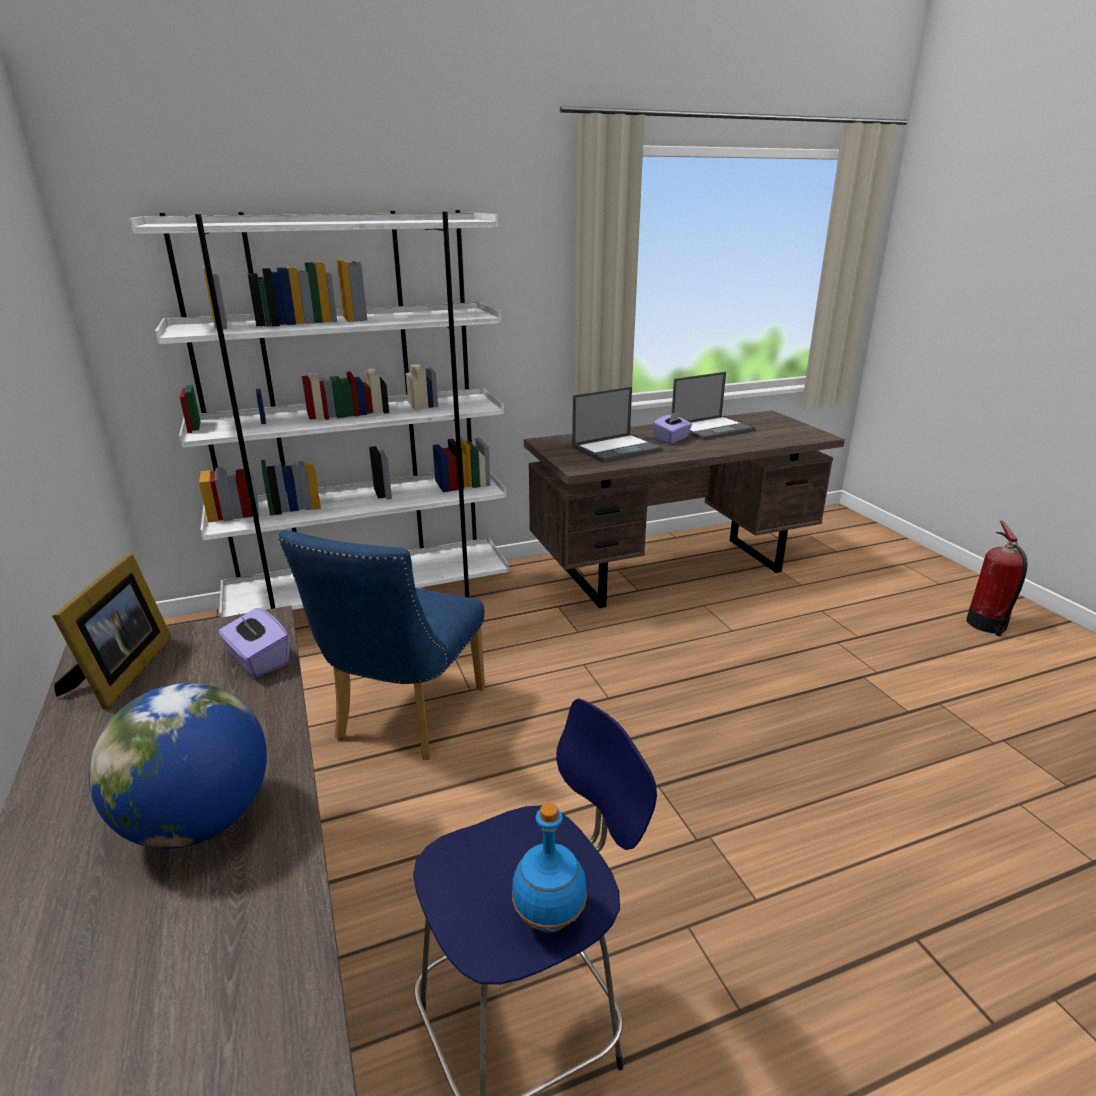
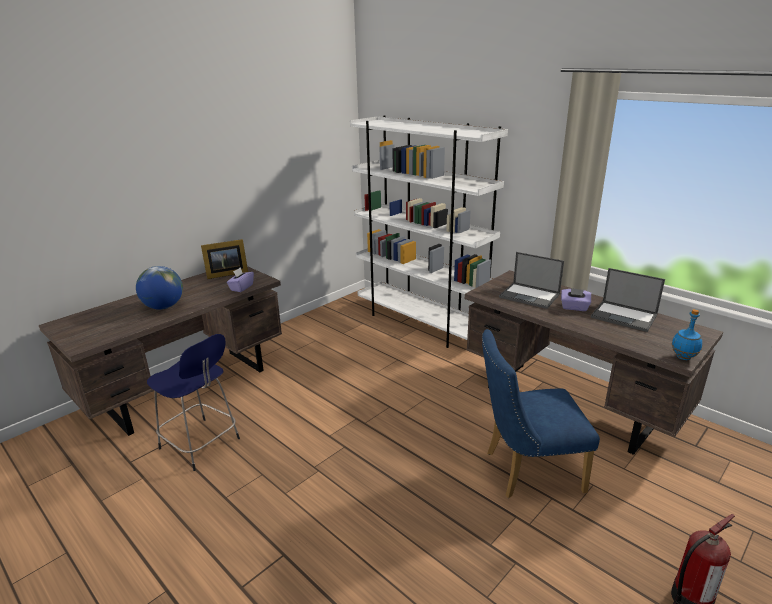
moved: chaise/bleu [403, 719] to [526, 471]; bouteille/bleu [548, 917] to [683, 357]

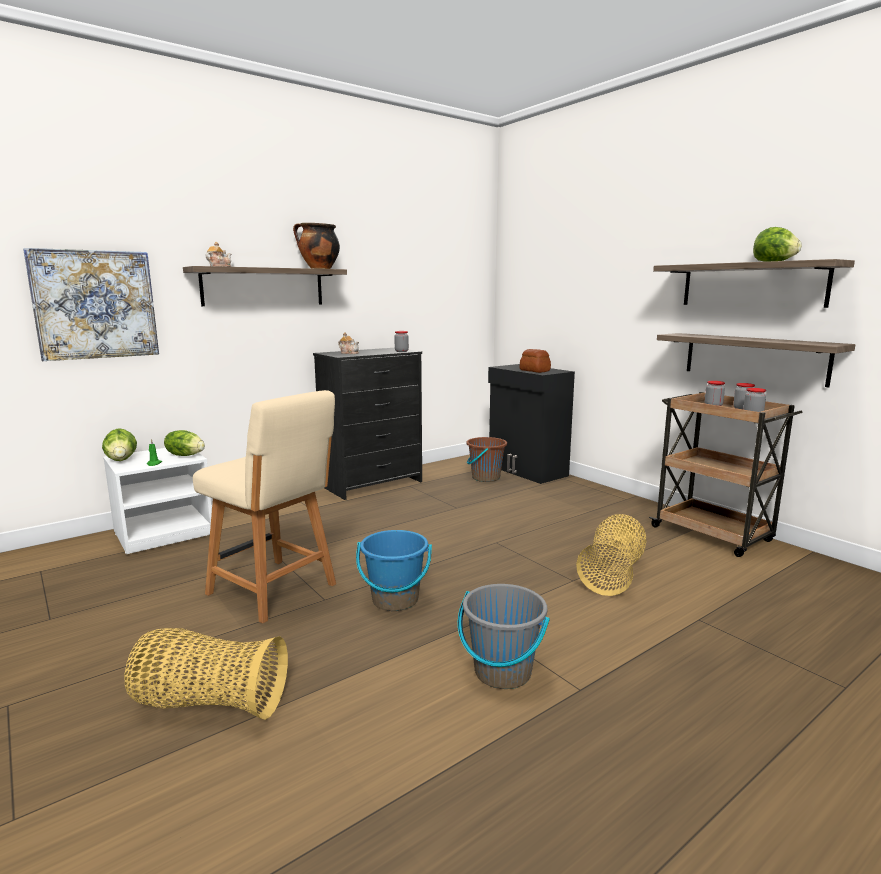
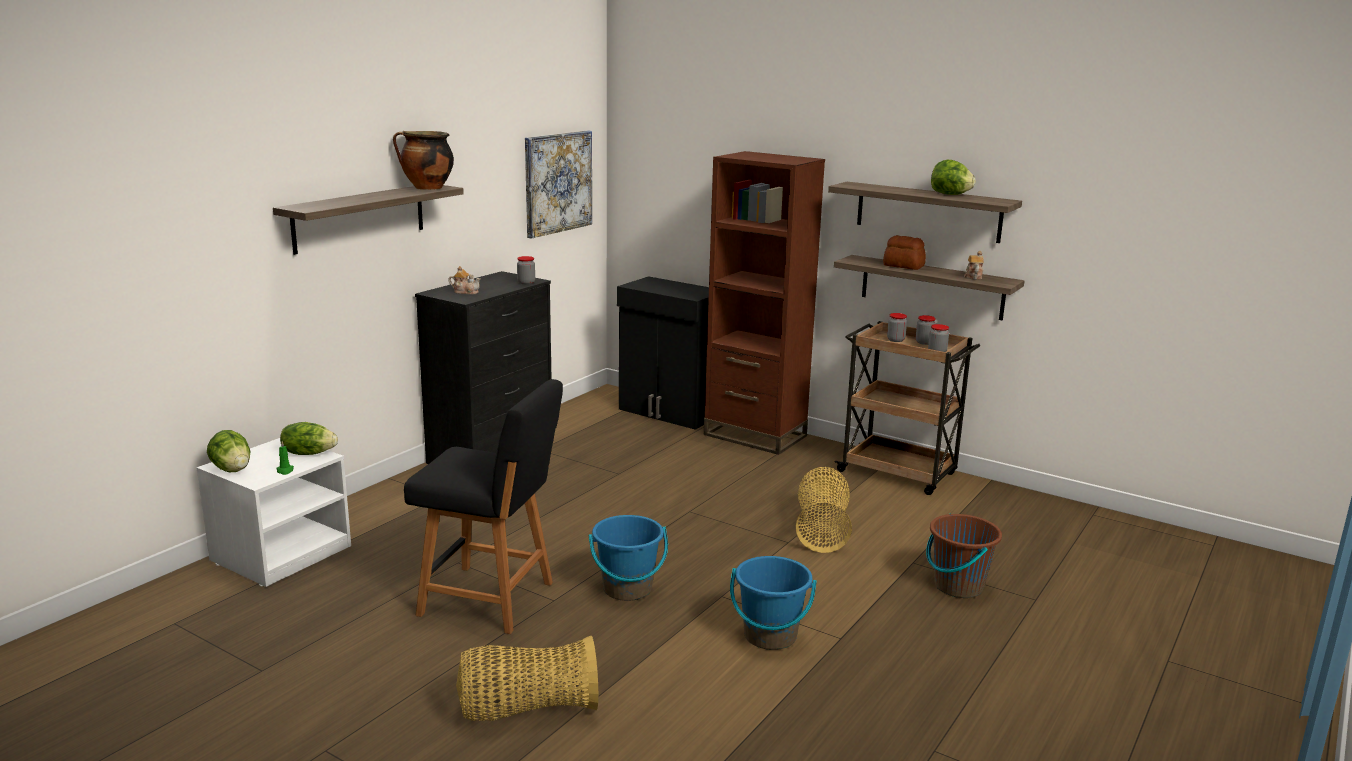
added: bibliothèque/marron [755, 435]
moved: tableau [95, 304] to [558, 182]; pain [534, 371] to [903, 266]; seau/marron [485, 478] to [958, 586]; théière [219, 267] to [973, 276]
recoloured: chaise/beige [274, 590] to chaise/noir [491, 600]; seau/gris [502, 672] to seau/bleu [770, 636]

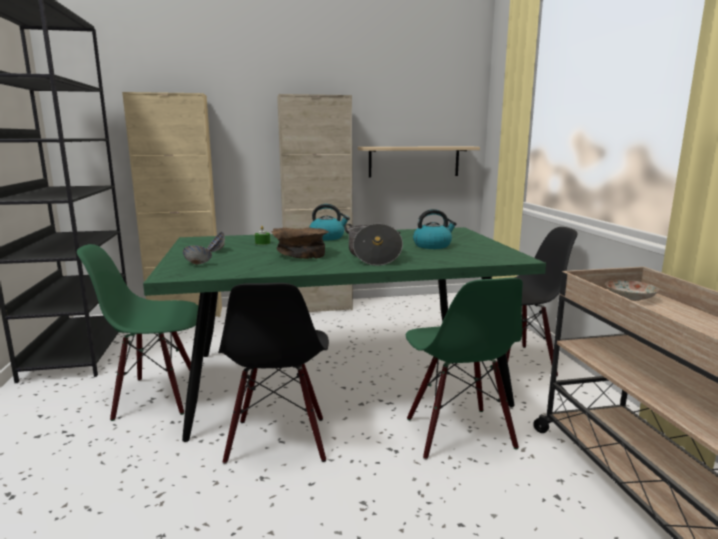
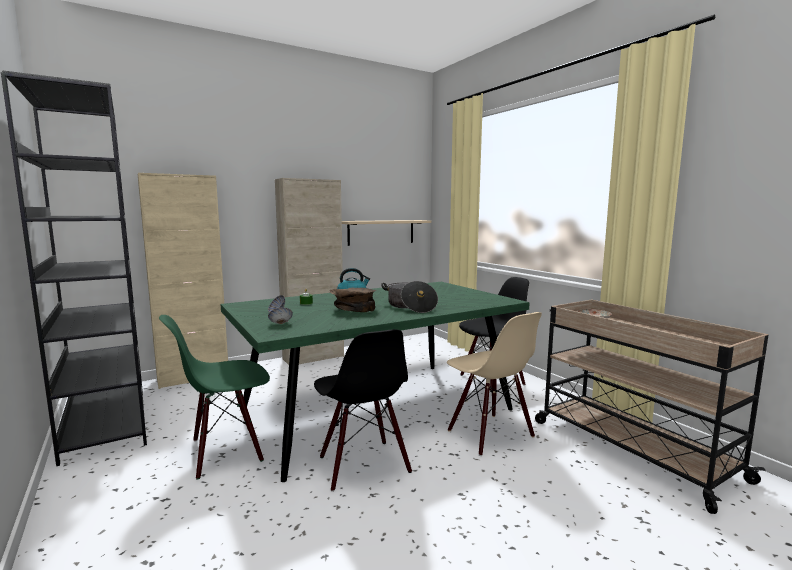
removed: bouilloire [432, 245]
recoloured: chaise/vert [458, 433] to chaise/beige [489, 434]

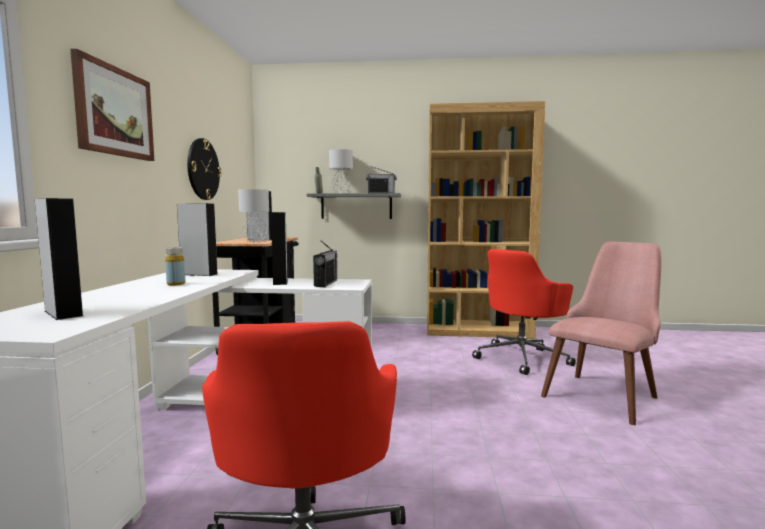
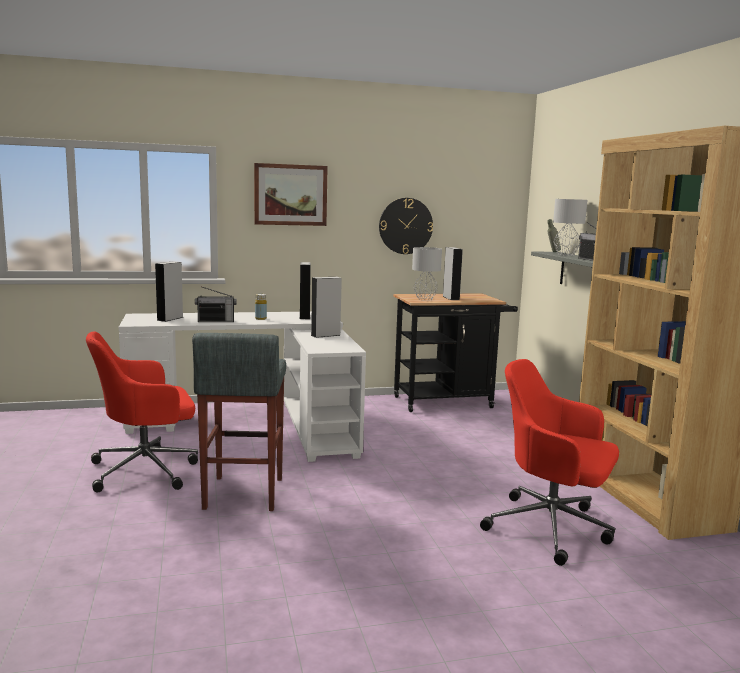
removed: chaise/rose [605, 392]
added: tabouret/gris [242, 494]
moved: radio [326, 283] to [216, 321]

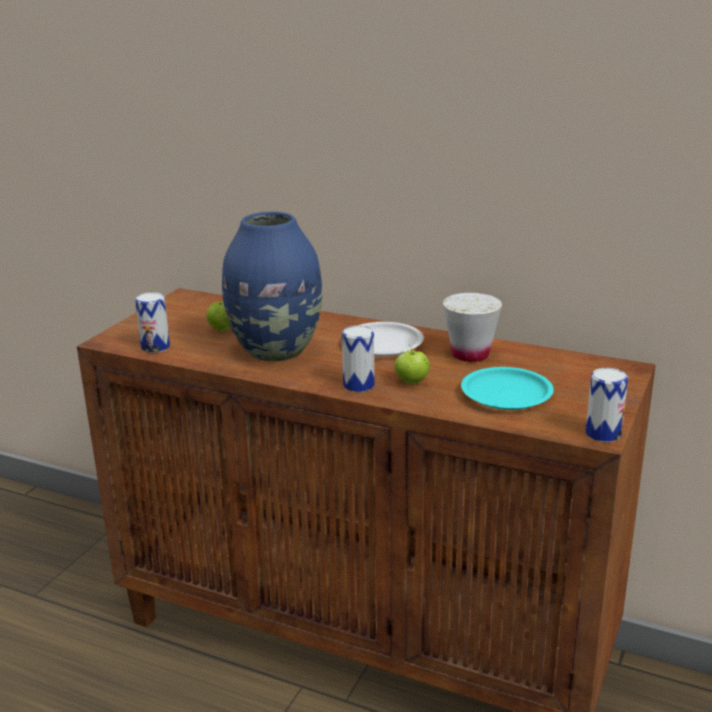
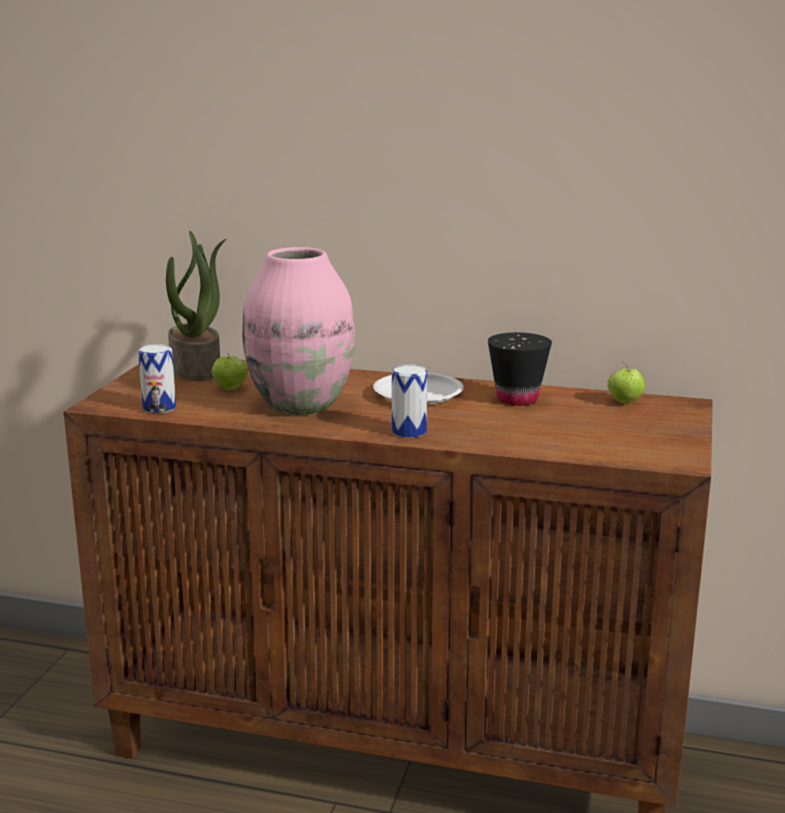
removed: assiette/turquoise [506, 394]; boîte métallique [603, 433]
added: plante en pot [197, 370]
moved: pomme [411, 382] to [625, 402]
recoloured: vase/bleu [277, 350] to vase/rose [302, 405]; tasse/blanc [470, 354] to tasse/noir [517, 399]

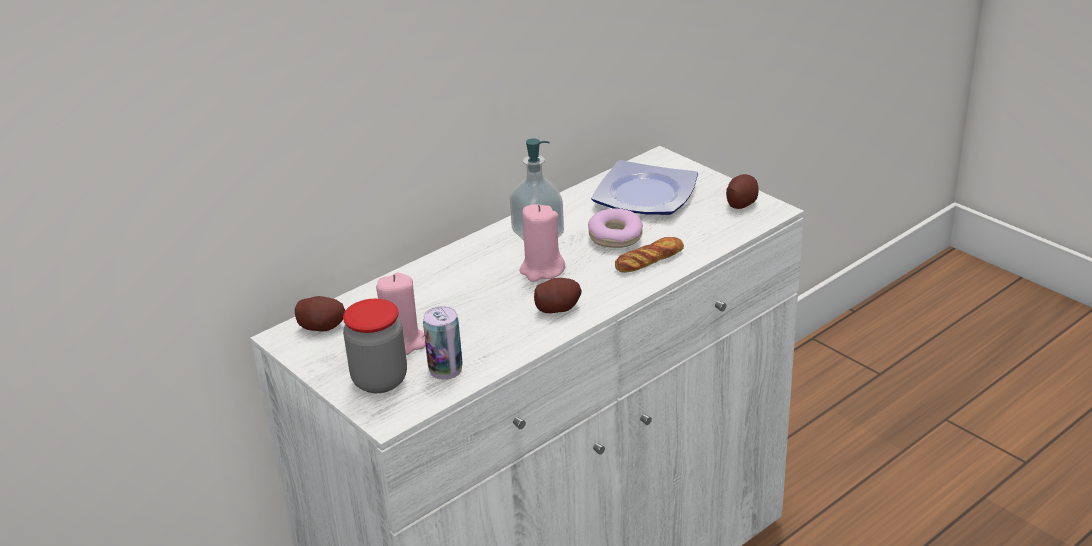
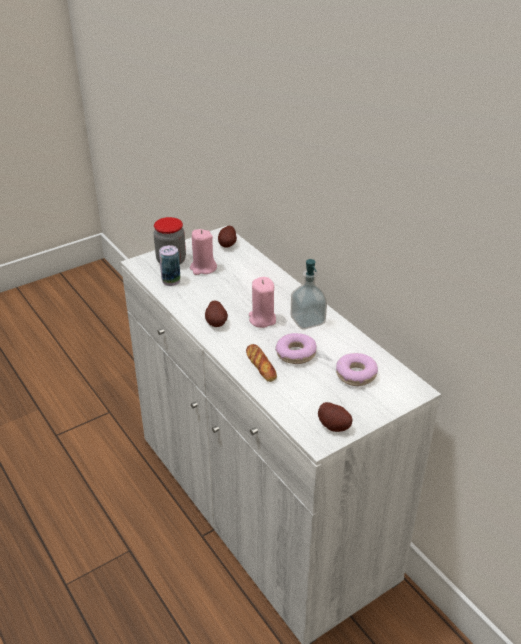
replaced: assiette [644, 194] to beignet [356, 374]

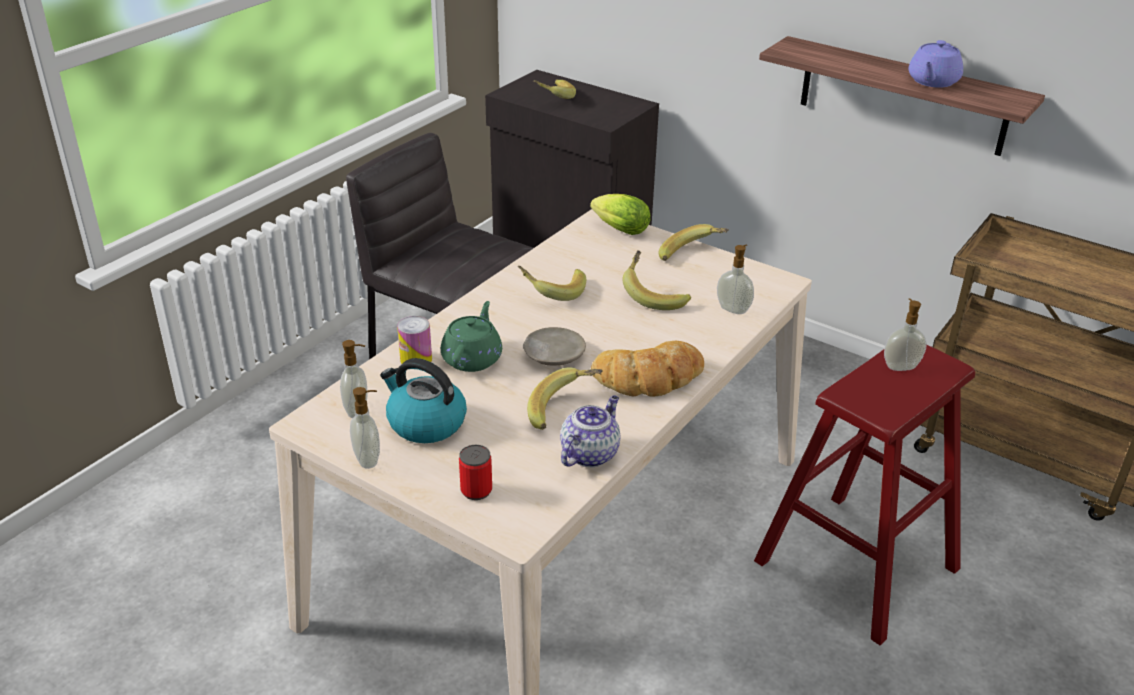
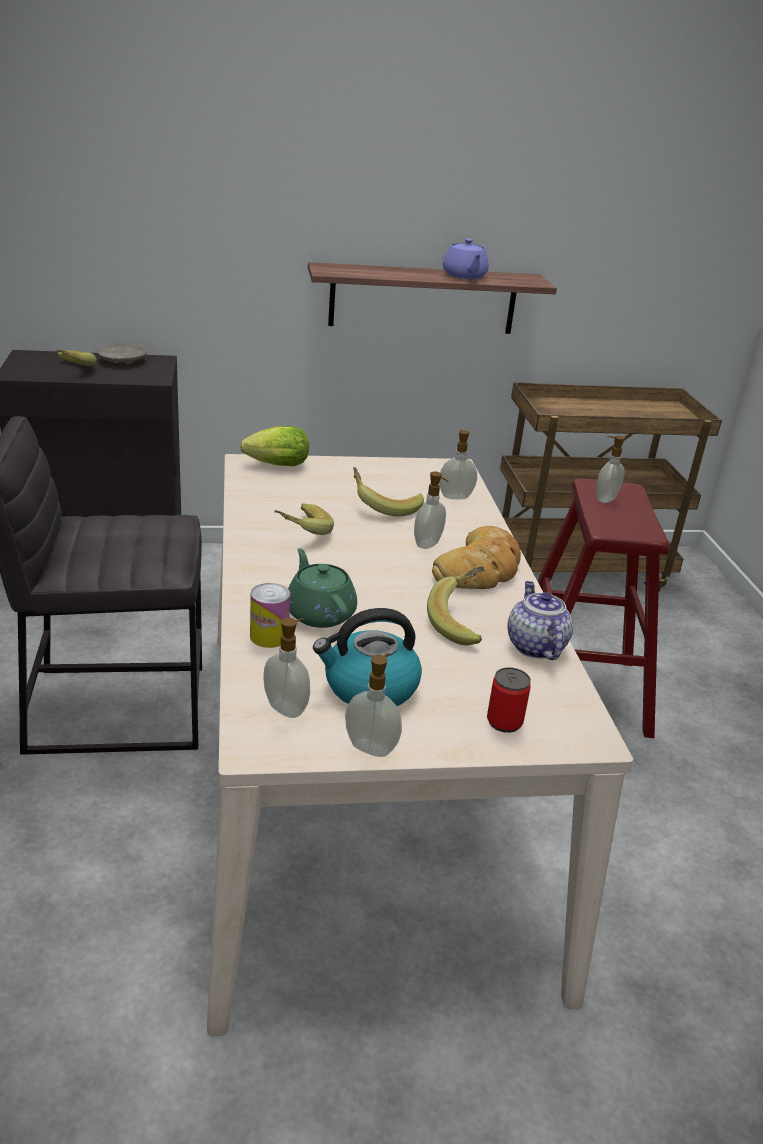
removed: banane [692, 256]
added: distributeur de savon [428, 544]
moved: assiette/beige [553, 355] to [122, 361]

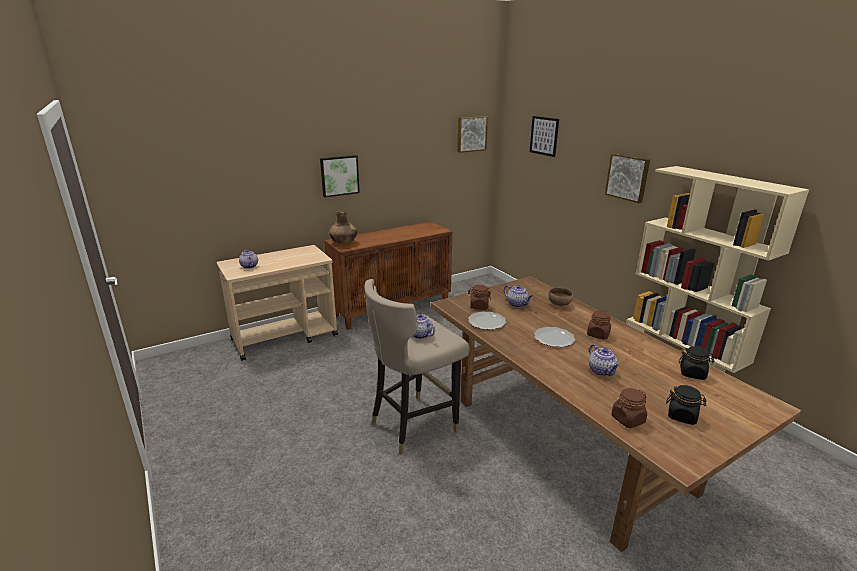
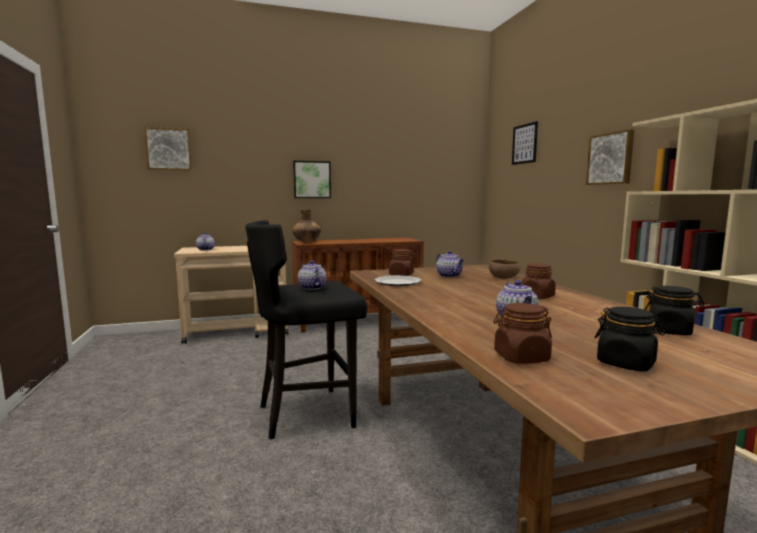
removed: assiette [554, 338]
moved: tableau [471, 133] to [169, 149]
recoloured: tabouret/beige [414, 424] to tabouret/noir [308, 413]

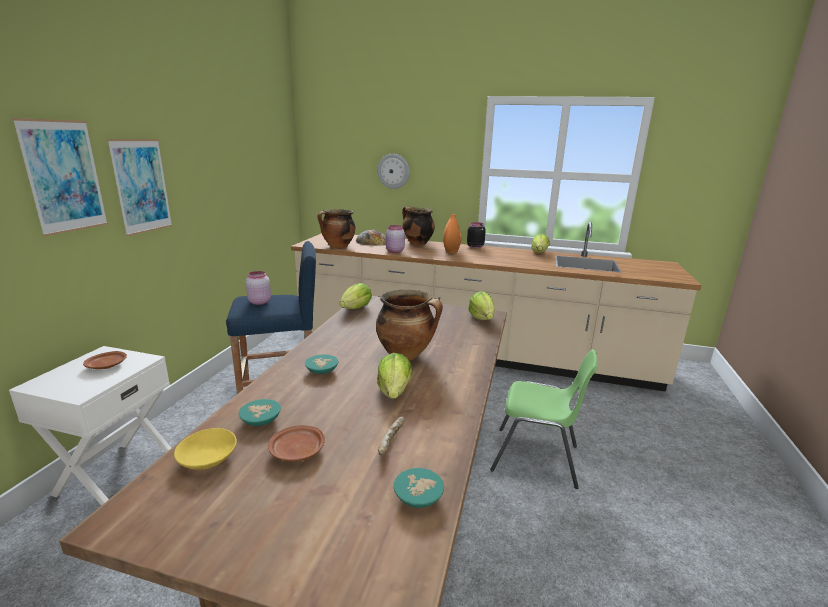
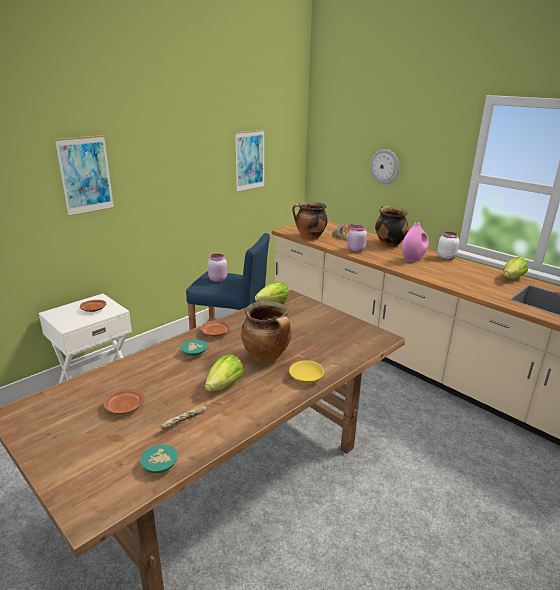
removed: bol/turquoise [259, 420]; laitue [482, 318]; chaise/vert [537, 458]
added: assiette/marron [215, 333]
moved: tableau [141, 186] to [249, 160]; bol/jaune [207, 458] to [306, 378]
recoloured: vase/orange [451, 251] to vase/rose [413, 259]; bocal/noir [475, 246] to bocal/blanc [446, 257]

